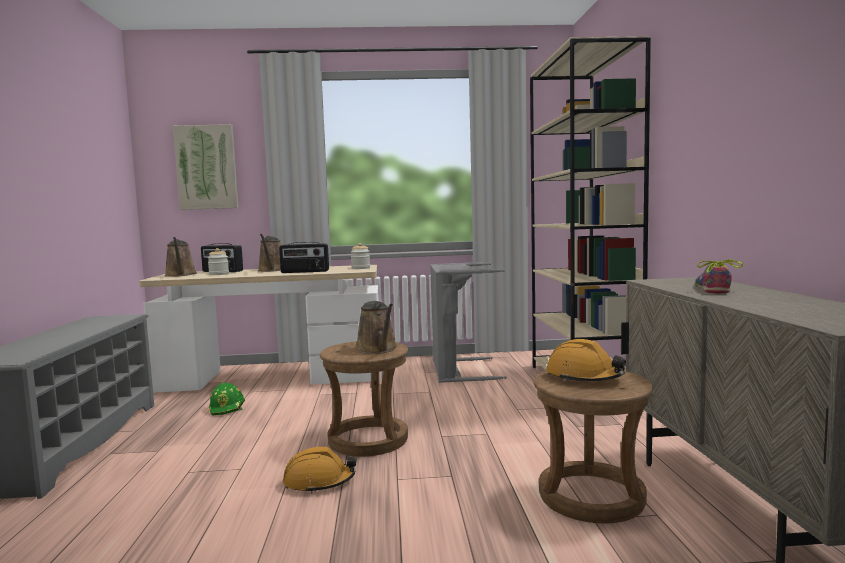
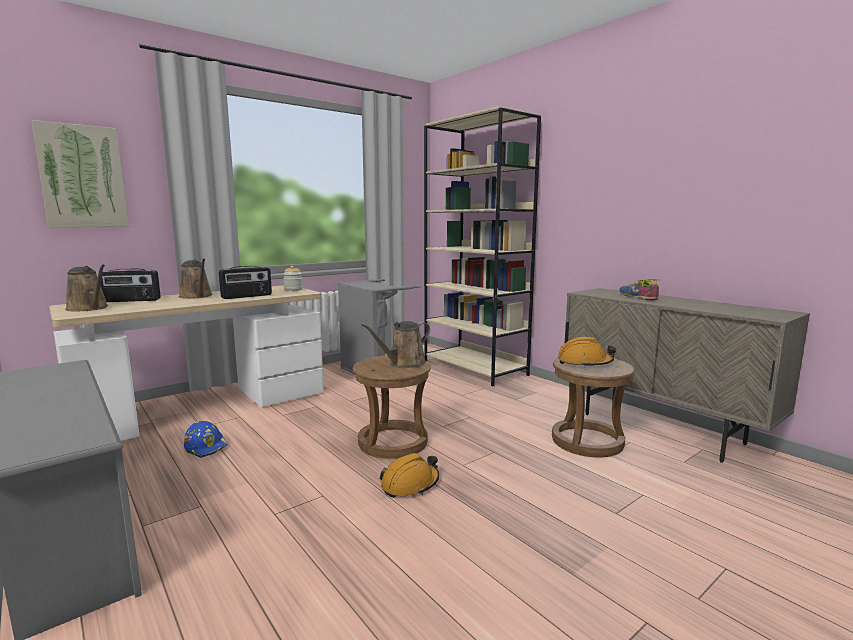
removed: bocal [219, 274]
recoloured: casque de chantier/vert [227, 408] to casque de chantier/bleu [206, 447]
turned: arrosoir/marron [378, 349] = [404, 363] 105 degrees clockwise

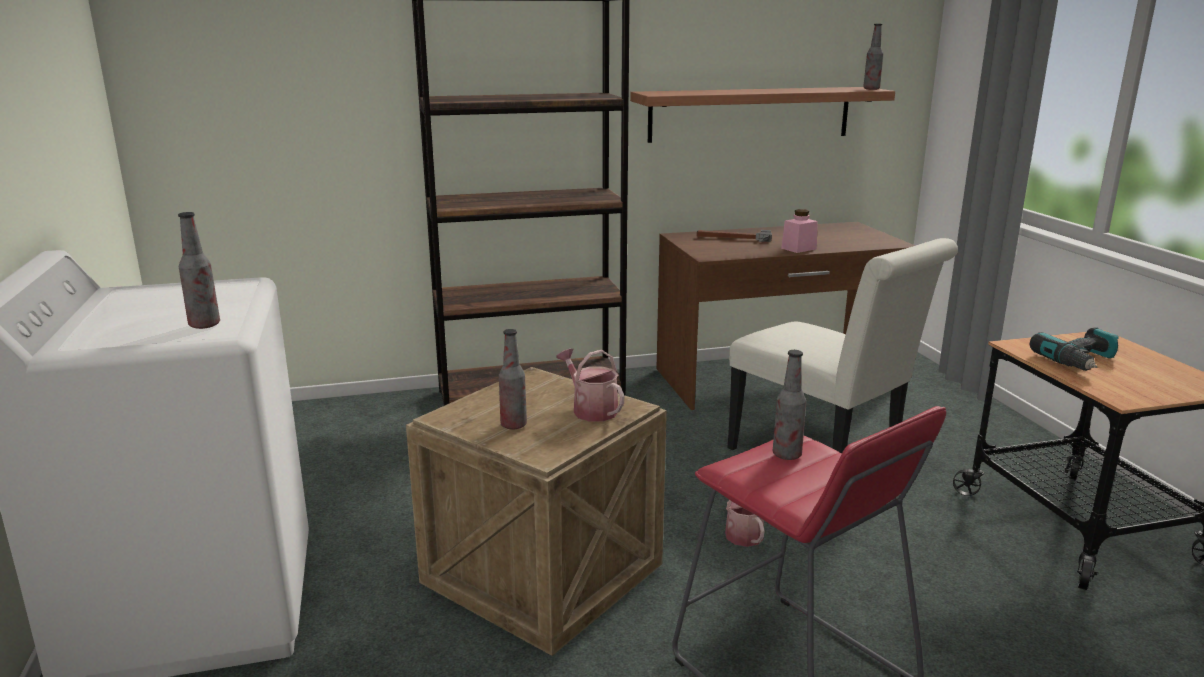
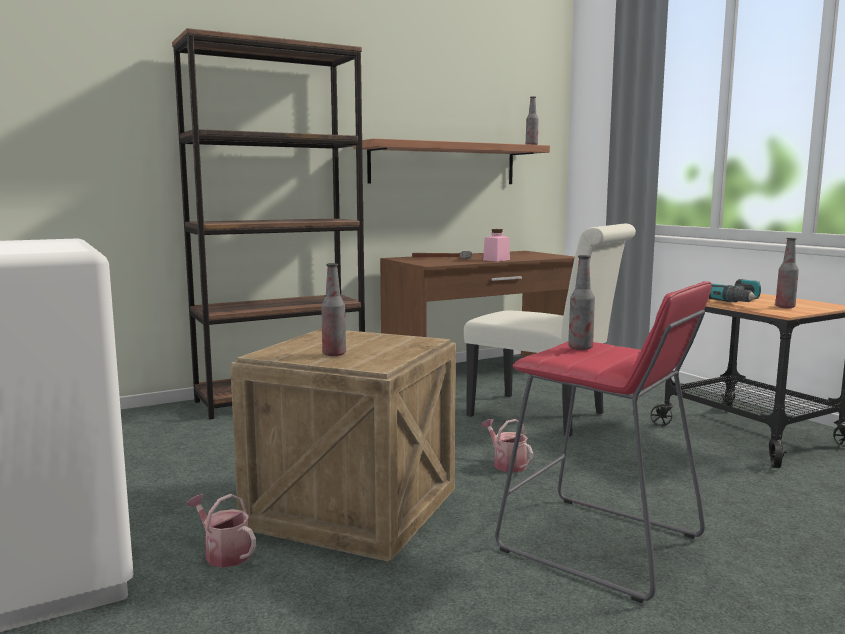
moved: arrosoir [591, 409] to [223, 553]; bouteille [204, 325] to [785, 307]

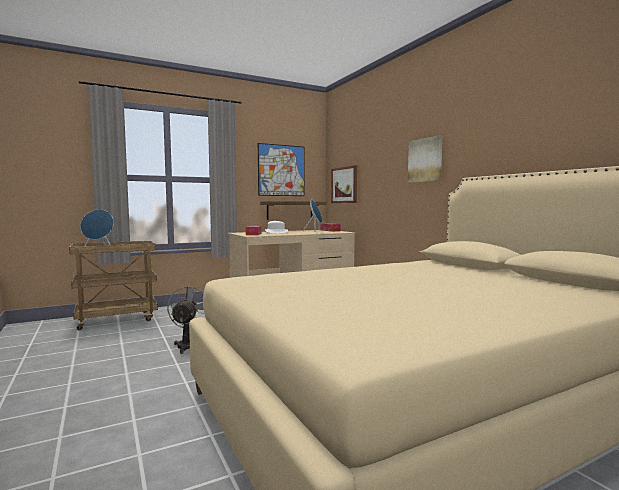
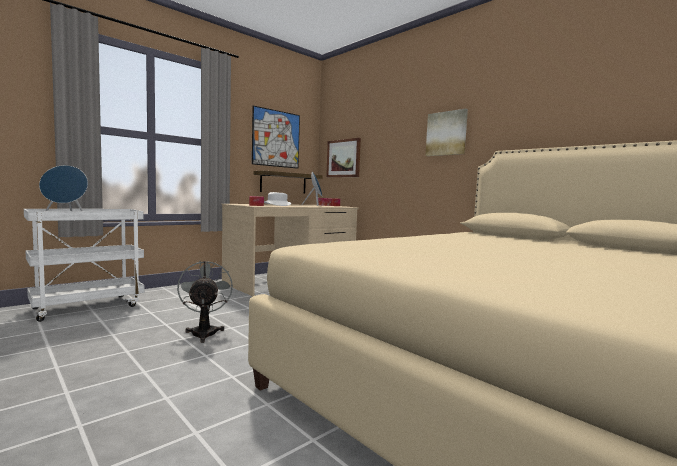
recoloured: chariot/marron [117, 320] to chariot/blanc [89, 306]

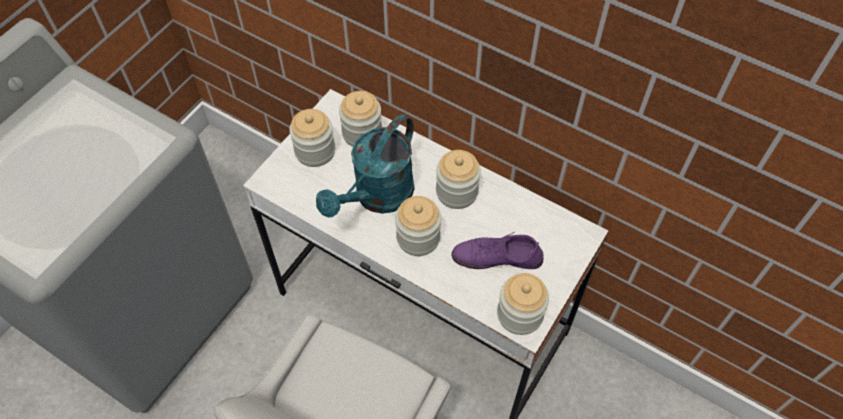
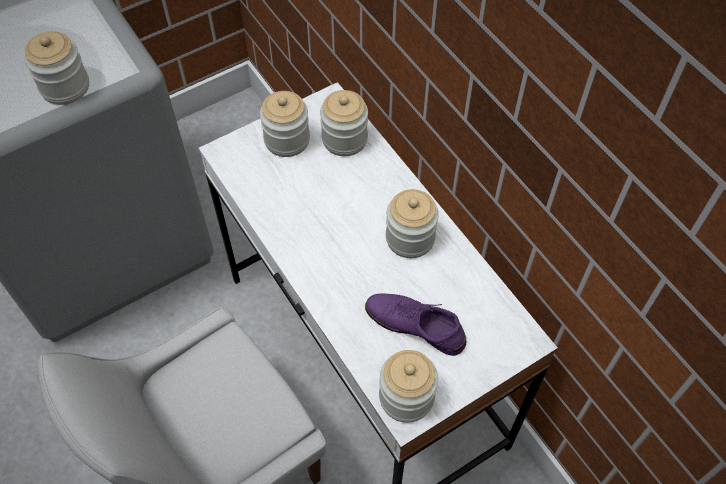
removed: arrosoir/turquoise [377, 197]
moved: bocal [418, 238] to [65, 87]

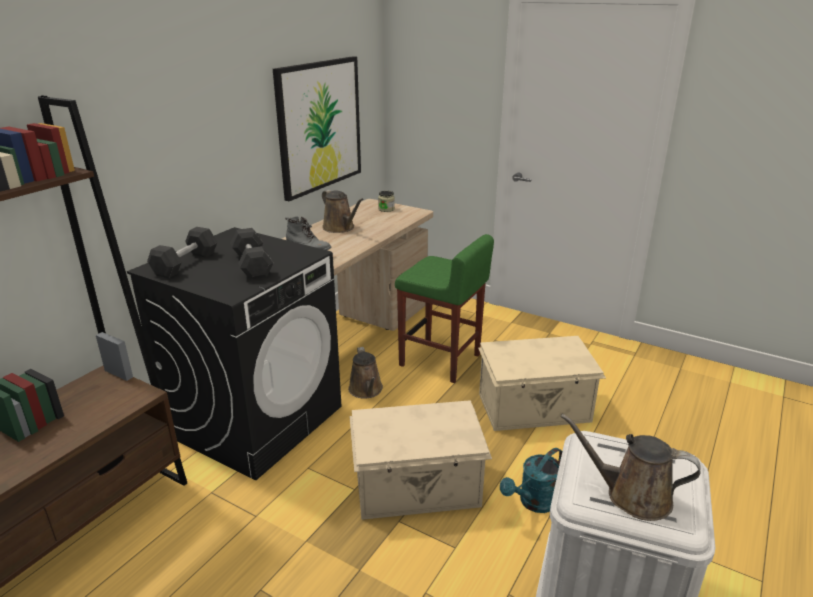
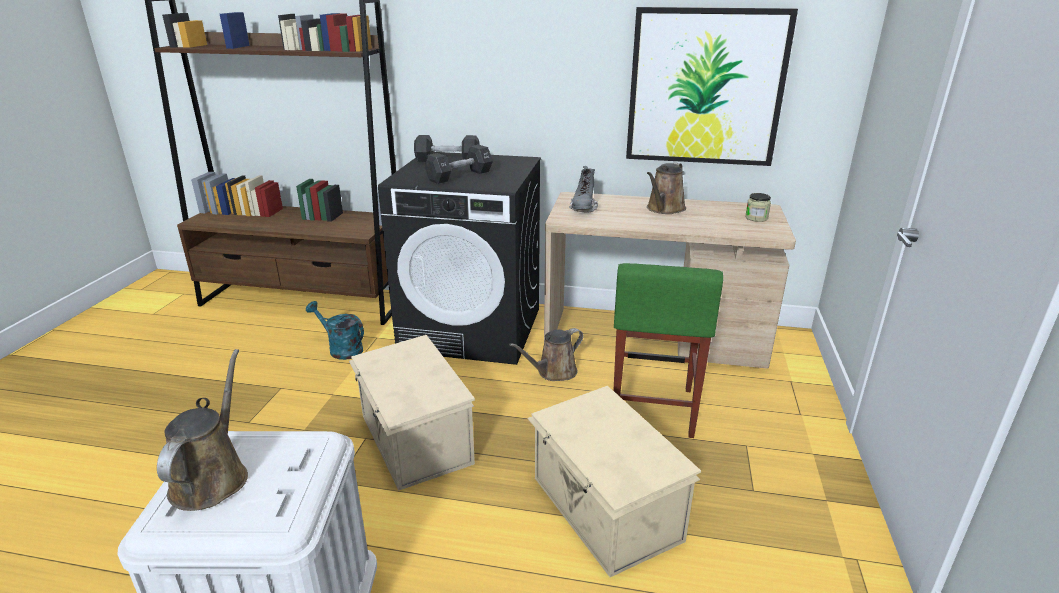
moved: arrosoir/turquoise [533, 503] to [341, 349]

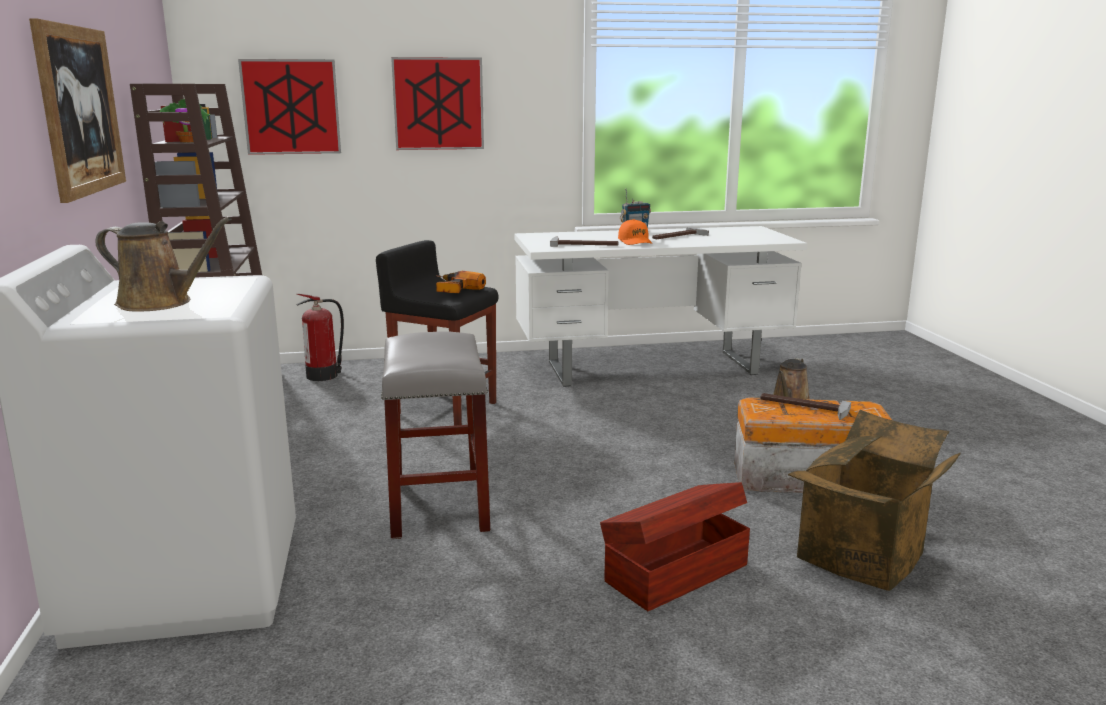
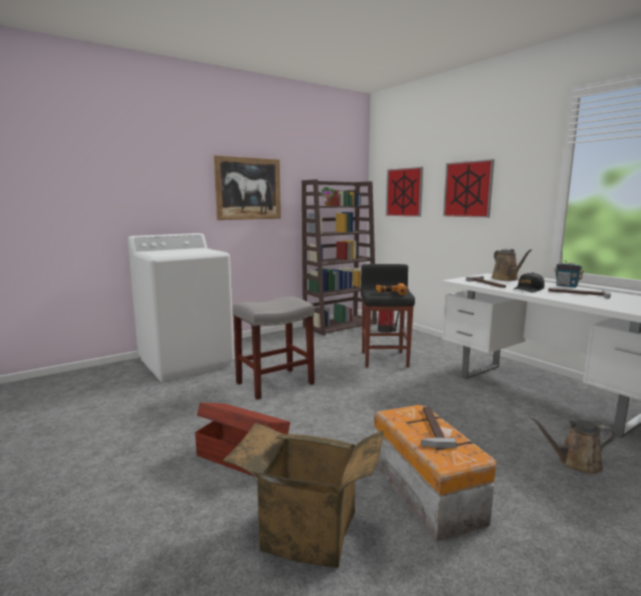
moved: arrosoir/marron [160, 303] to [506, 279]
recoloured: casquette/orange [635, 241] to casquette/noir [528, 289]

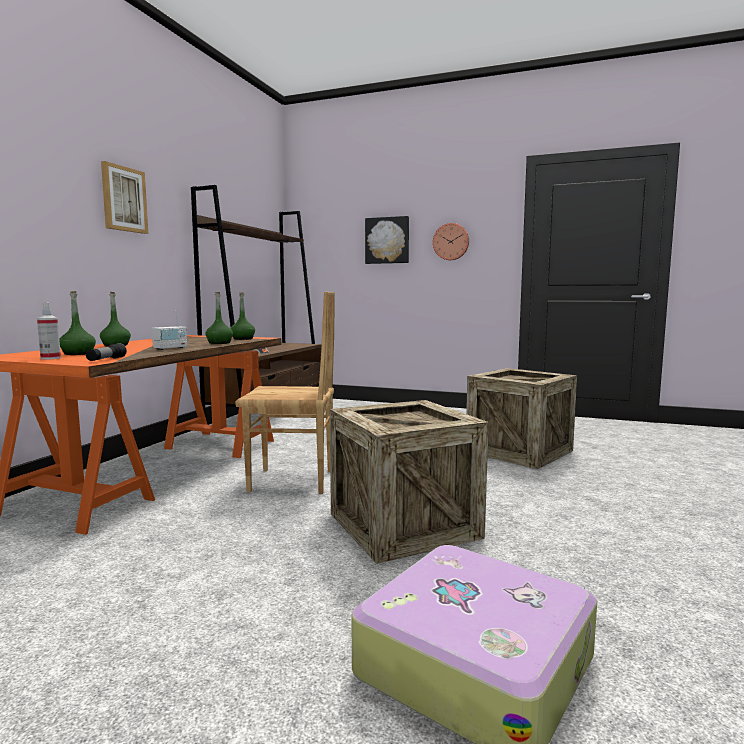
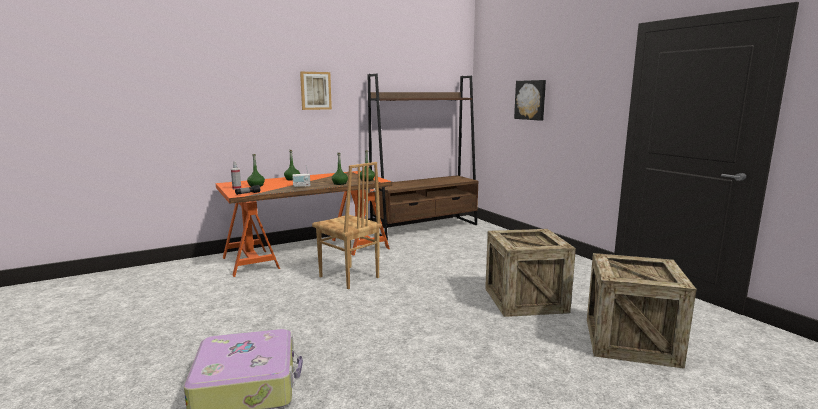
removed: horloge murale [451, 242]
moved: caisse [403, 525] to [630, 341]

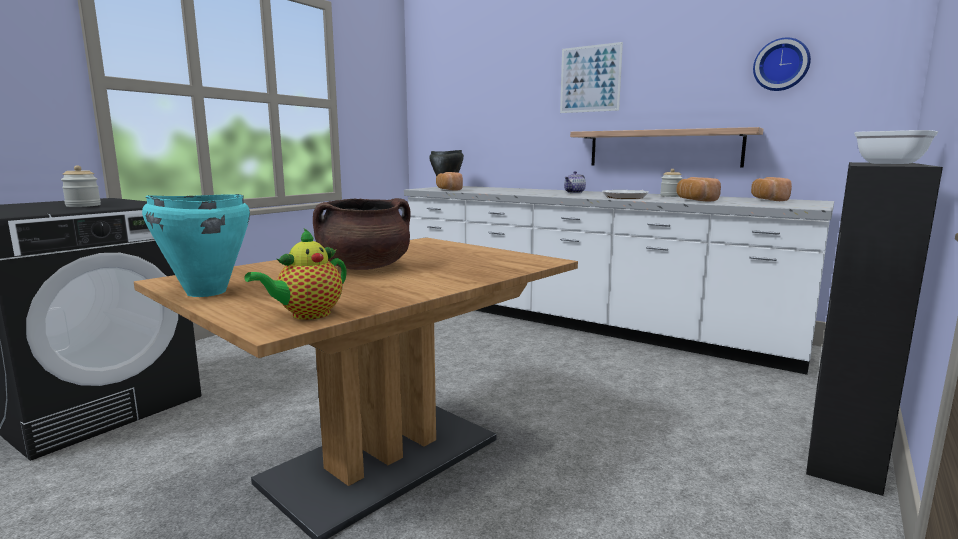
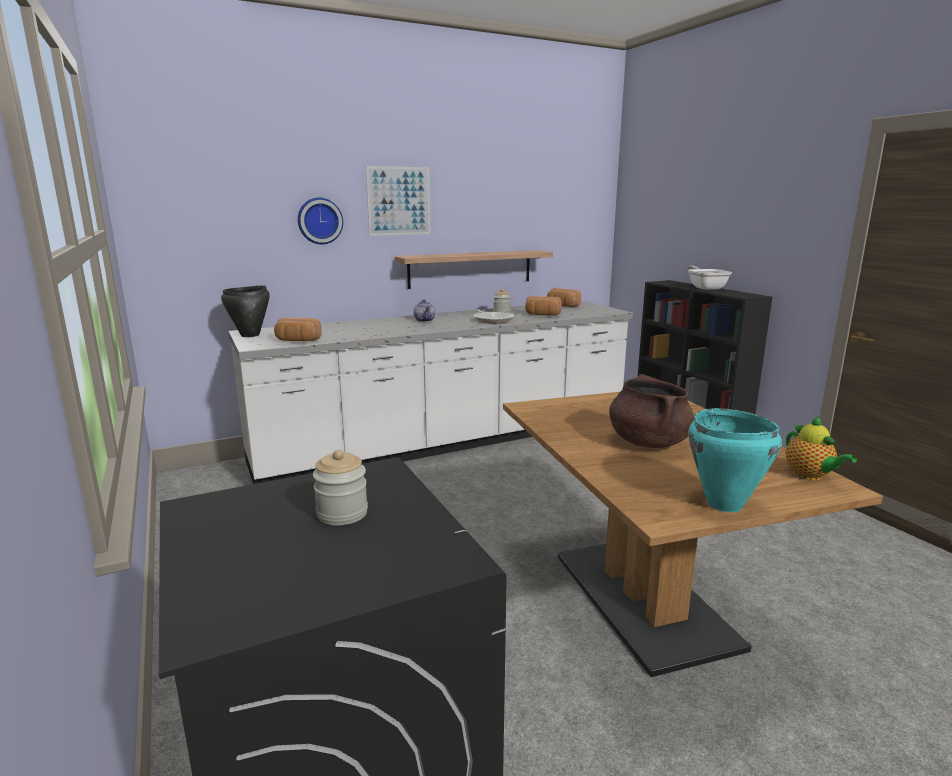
moved: horloge murale [781, 65] to [319, 221]

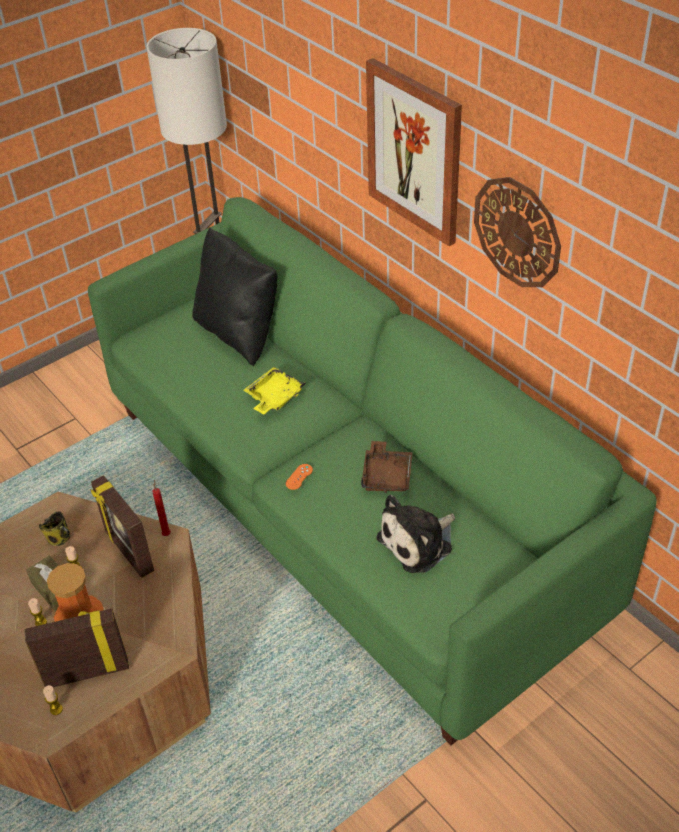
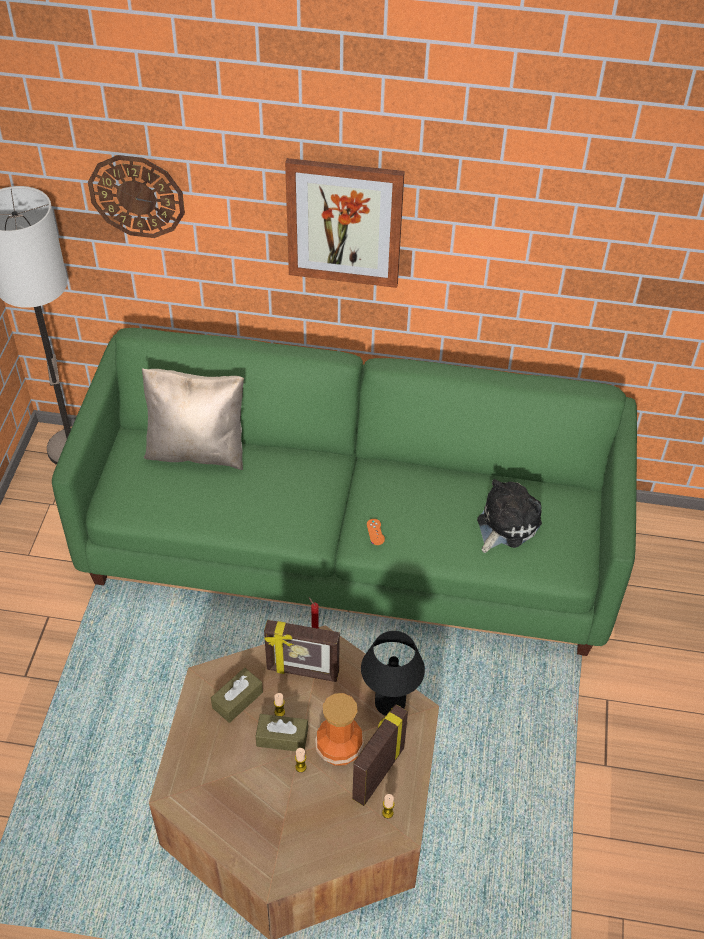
removed: plateau/jaune [274, 397]; plateau/marron [386, 475]
added: lampe de table/noir [390, 703]
moved: horloge murale [517, 232] to [137, 196]
replaced: mug [60, 539] to boîte à mouchoirs/marron [237, 700]
recoloured: coussin/noir [238, 333] to coussin/beige [197, 450]
turned: peluche [419, 542] = [505, 524] 150 degrees counterclockwise

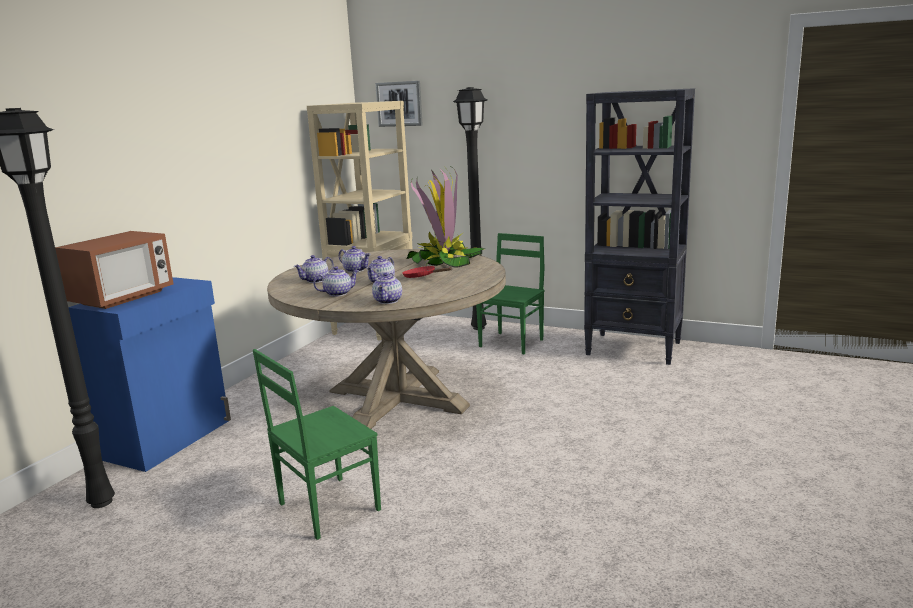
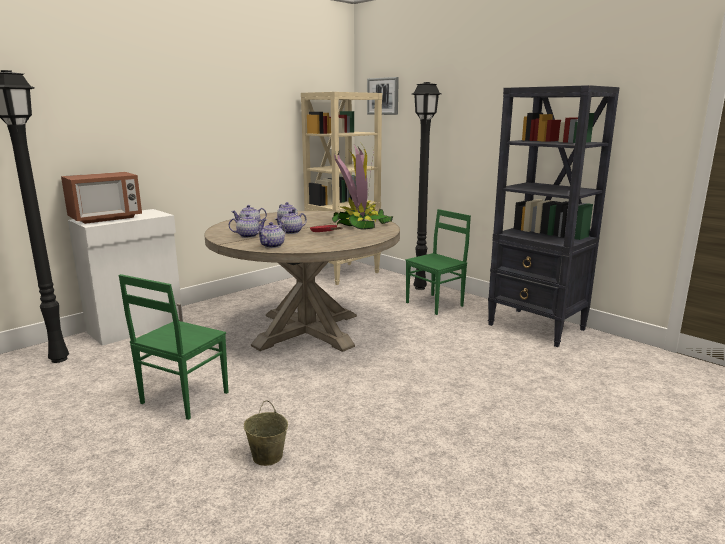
added: seau/beige [267, 456]
recoloured: meuble de rangement/bleu [170, 439] to meuble de rangement/blanc [137, 327]
turned: chaise/vert [327, 507] = [183, 398] 45 degrees counterclockwise

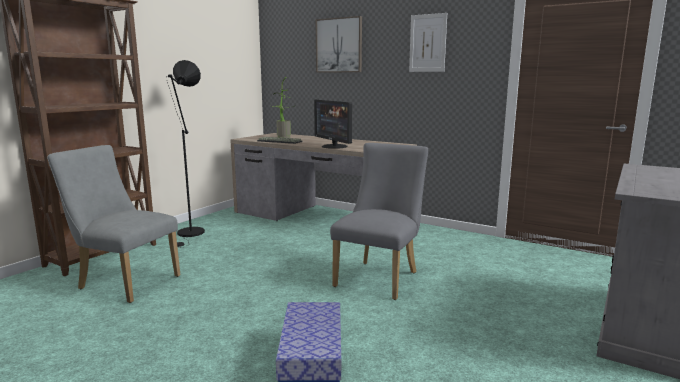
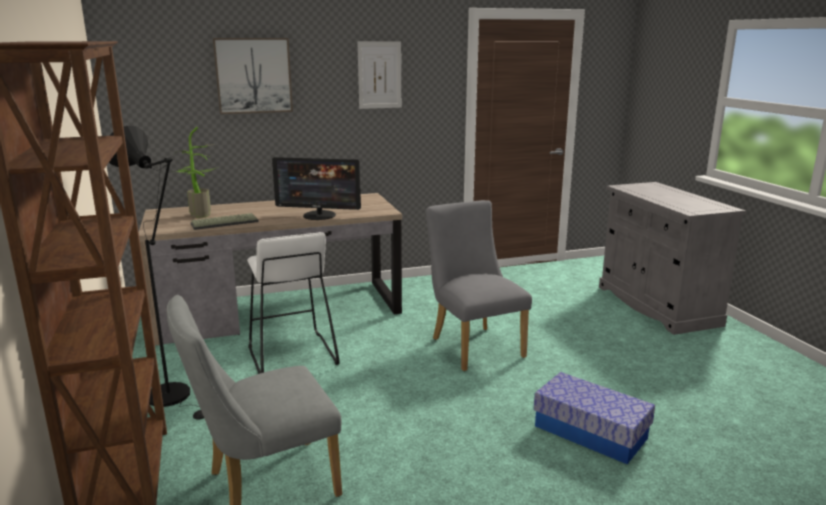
added: tabouret/blanc [291, 355]

